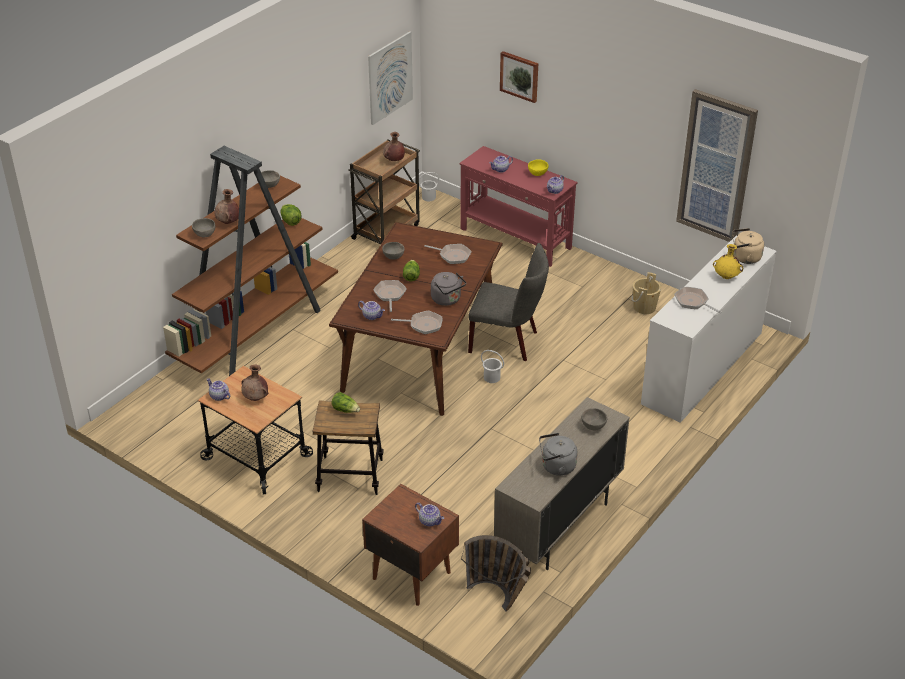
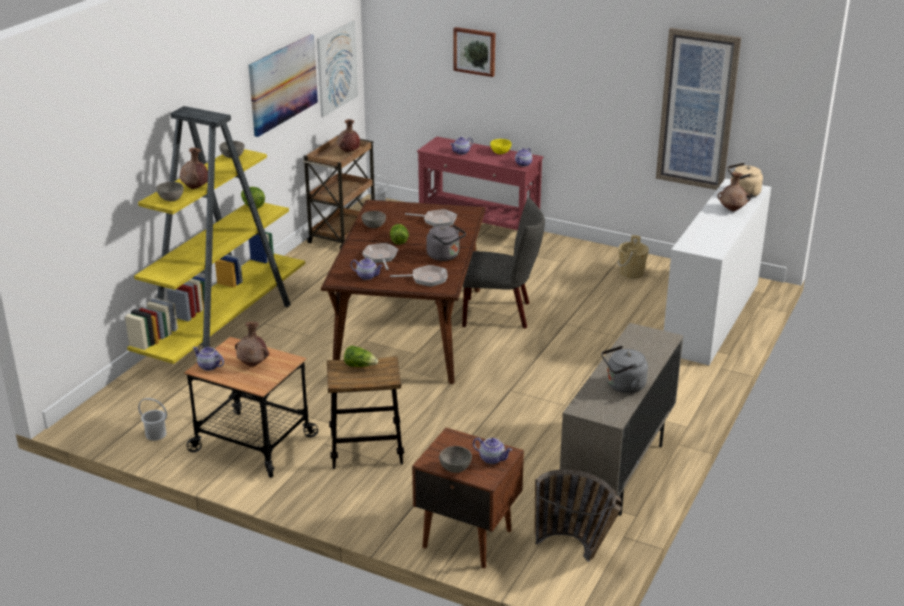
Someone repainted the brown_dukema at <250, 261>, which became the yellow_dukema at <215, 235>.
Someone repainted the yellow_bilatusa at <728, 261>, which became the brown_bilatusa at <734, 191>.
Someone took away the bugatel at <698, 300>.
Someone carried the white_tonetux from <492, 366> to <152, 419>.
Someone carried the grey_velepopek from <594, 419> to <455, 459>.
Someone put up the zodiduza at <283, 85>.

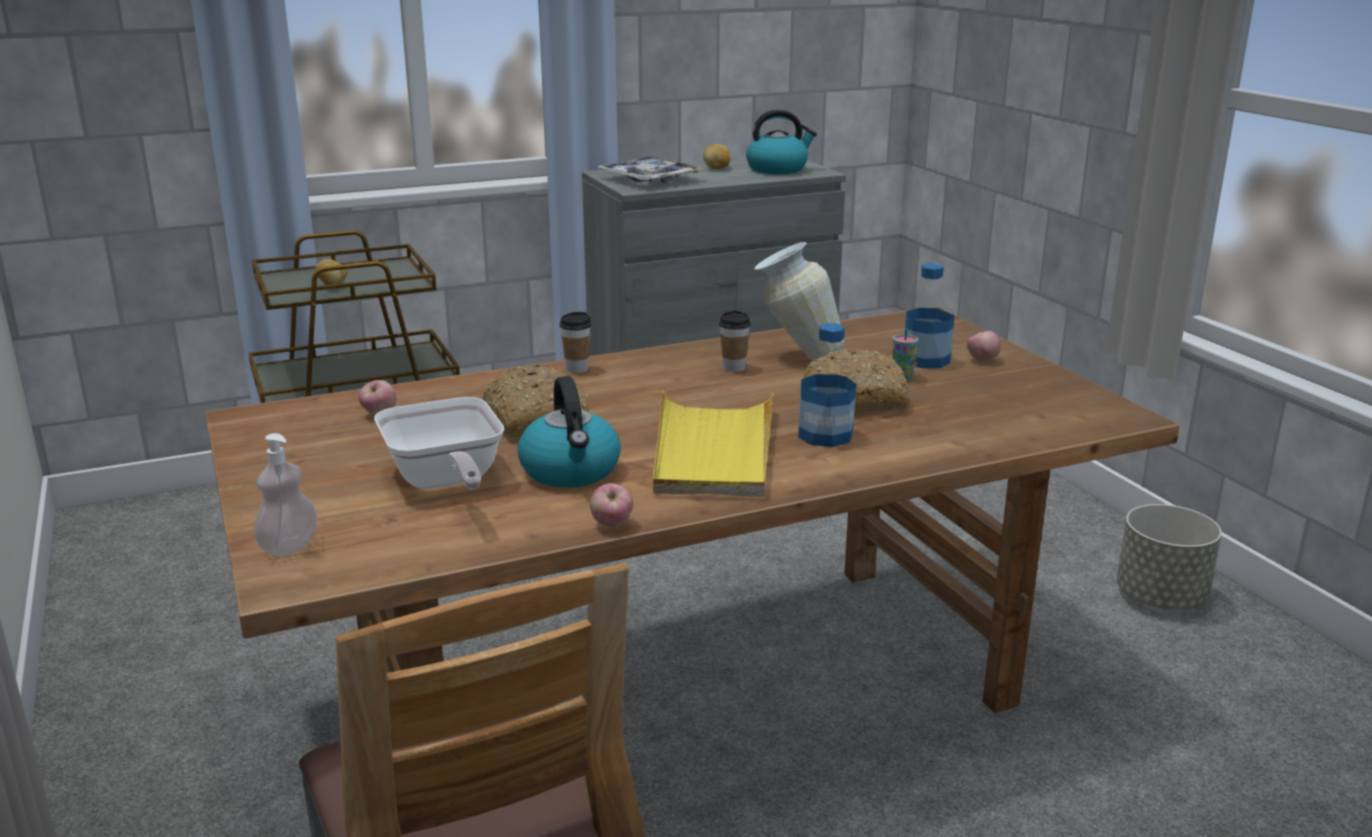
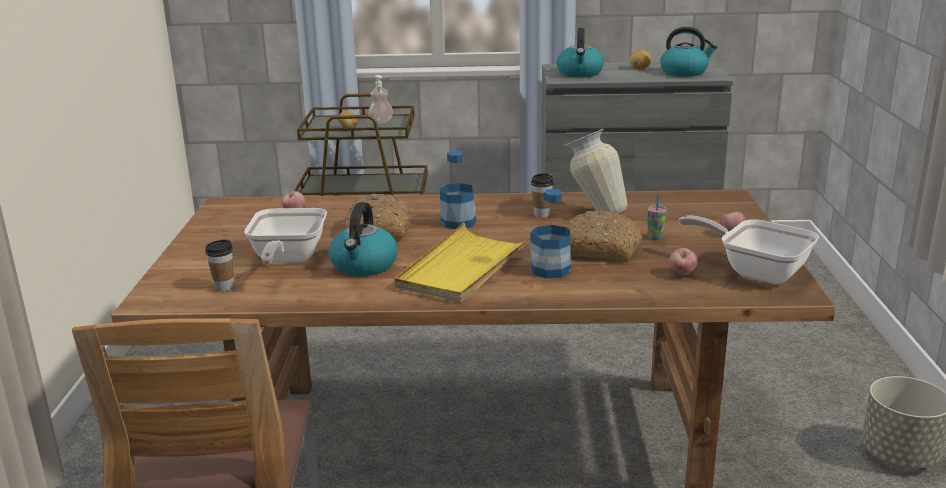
Someone swapped the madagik at <651, 169> for the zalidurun at <580, 52>.
Someone carried the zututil from <929, 315> to <458, 190>.
Someone carried the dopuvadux from <575, 342> to <219, 265>.
Someone carried the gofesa from <285, 494> to <380, 99>.
Someone carried the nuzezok from <611, 505> to <683, 261>.
Someone put down the bugatel at <749, 250>.

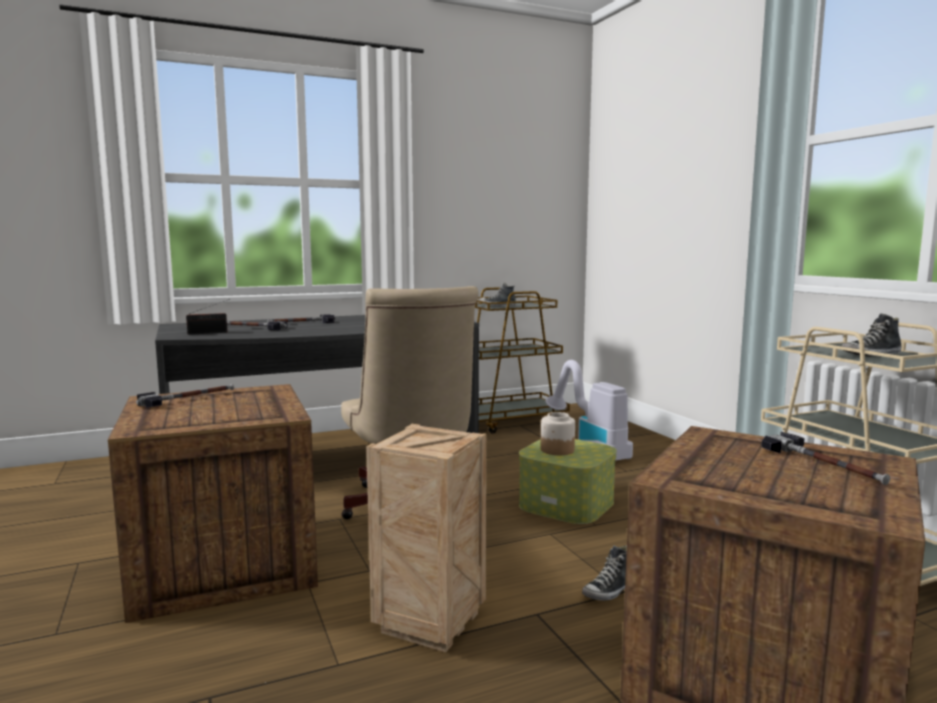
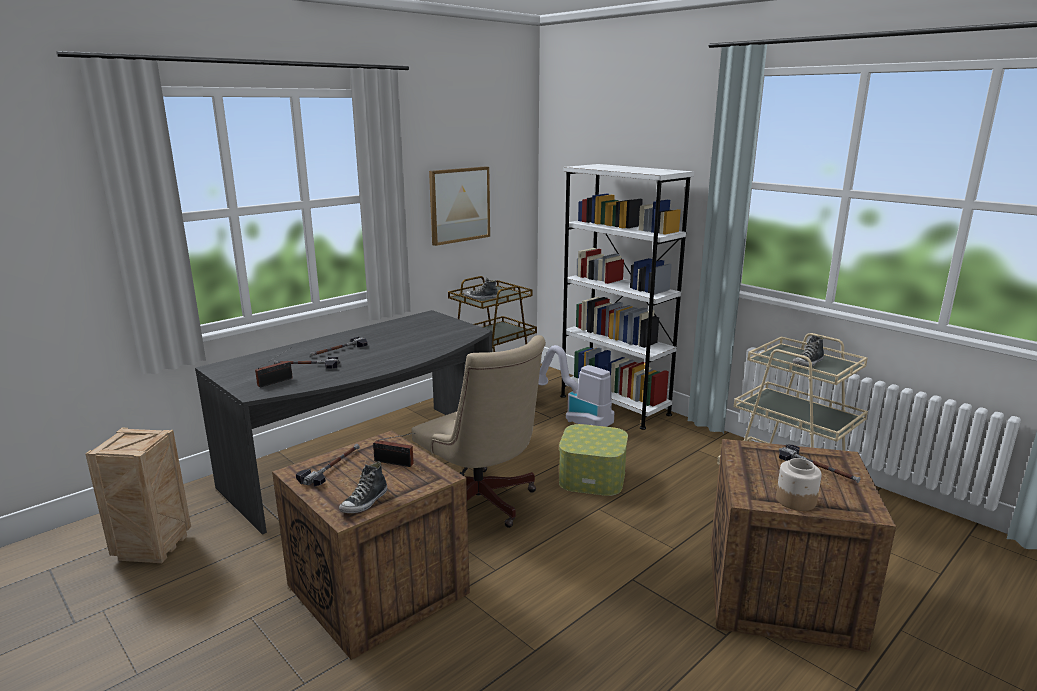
Someone carried the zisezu from <558, 433> to <799, 484>.
Someone carried the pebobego from <426, 538> to <138, 495>.
Someone carried the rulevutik from <604, 573> to <363, 487>.
Someone put down the white_dukema at <627, 297>.
Someone put up the zodiduza at <459, 206>.
Someone put down the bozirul at <394, 450>.

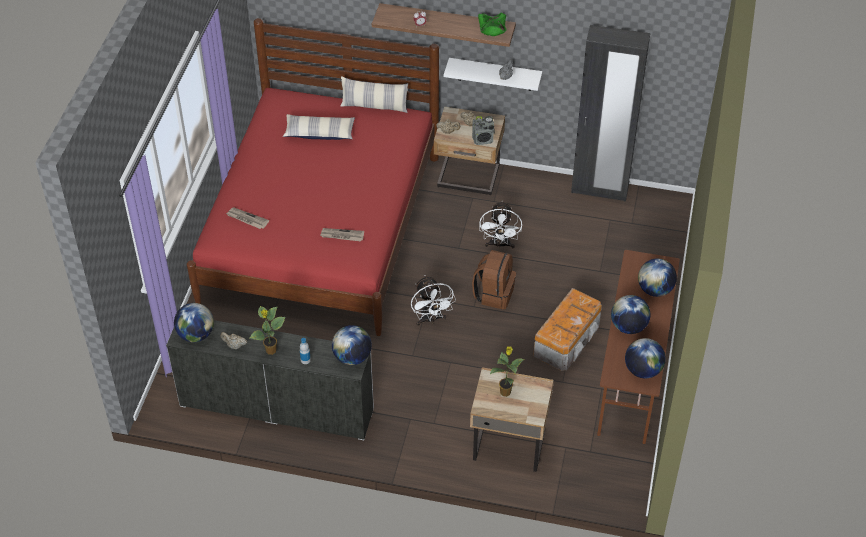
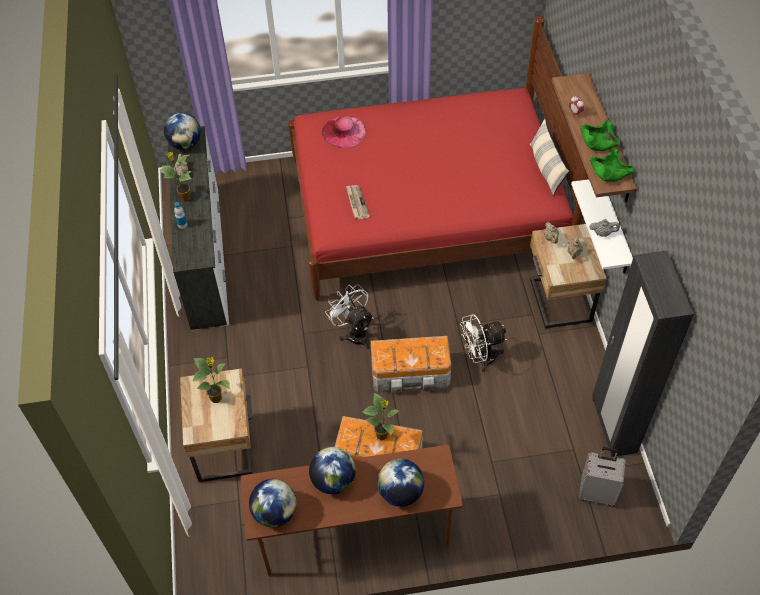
Someone took away the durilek at <319, 127>.
Someone took away the bozirul at <483, 130>.
Someone swapped the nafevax at <247, 218> for the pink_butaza at <344, 132>.
Someone swapped the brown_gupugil at <494, 280> for the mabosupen at <411, 364>.
Someone rotated the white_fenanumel at <433, 300> by 90 degrees clockwise.
Someone took away the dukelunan at <352, 345>.
Someone put down the green_velepopek at <600, 135>.
Someone put down the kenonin at <382, 416>.
Someone put down the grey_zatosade at <602, 477>.

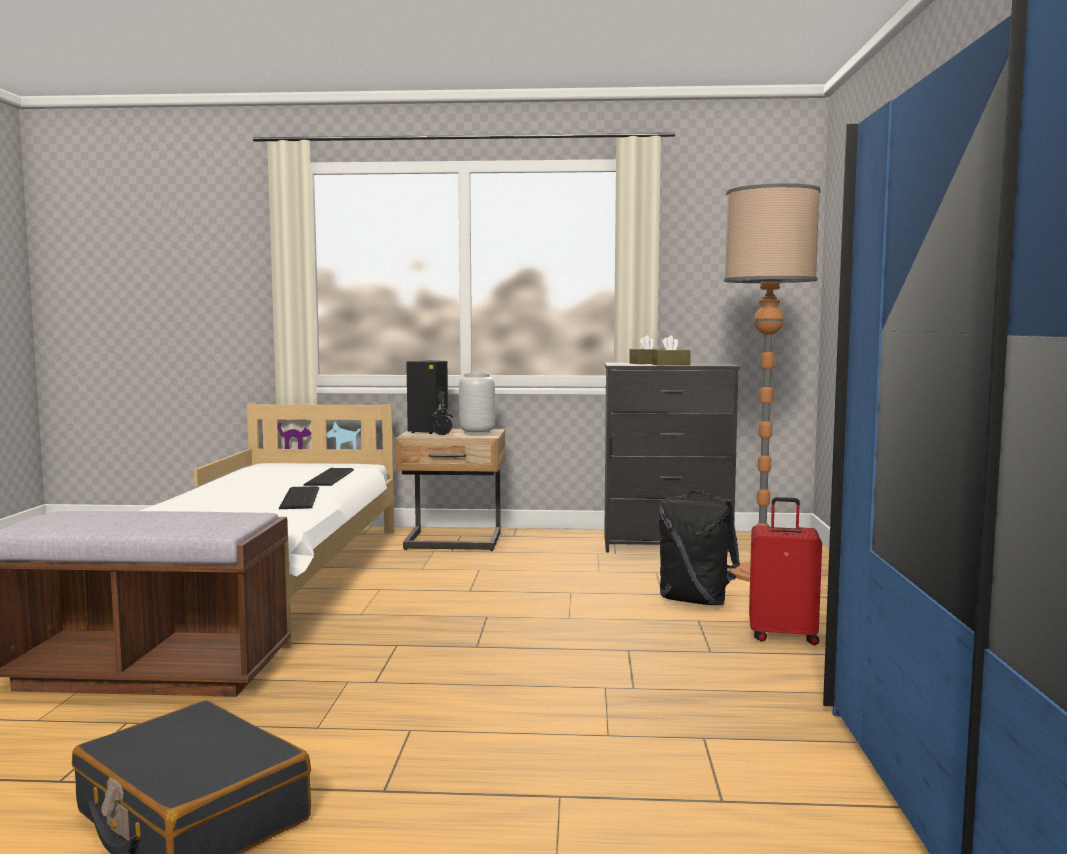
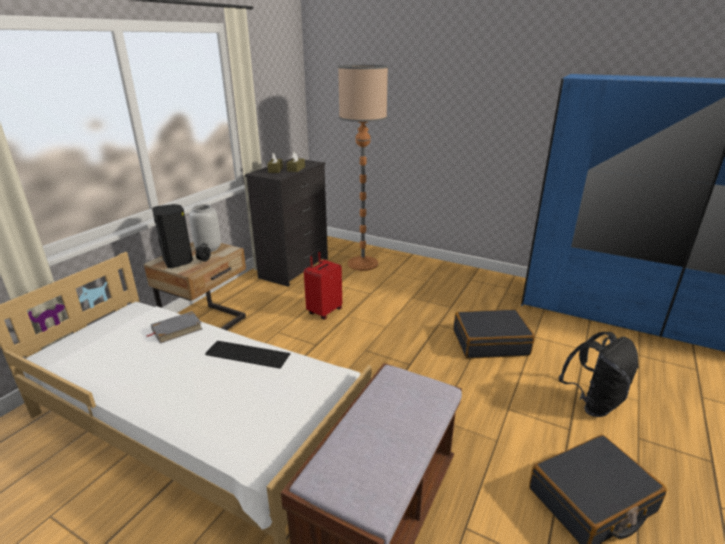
Someone swapped the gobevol at <328, 477> for the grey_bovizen at <174, 327>.
Someone carried the black_gupugil from <699, 548> to <599, 374>.
Someone carried the red_zatosade from <785, 571> to <323, 284>.
Someone put down the black_zatosade at <494, 334>.

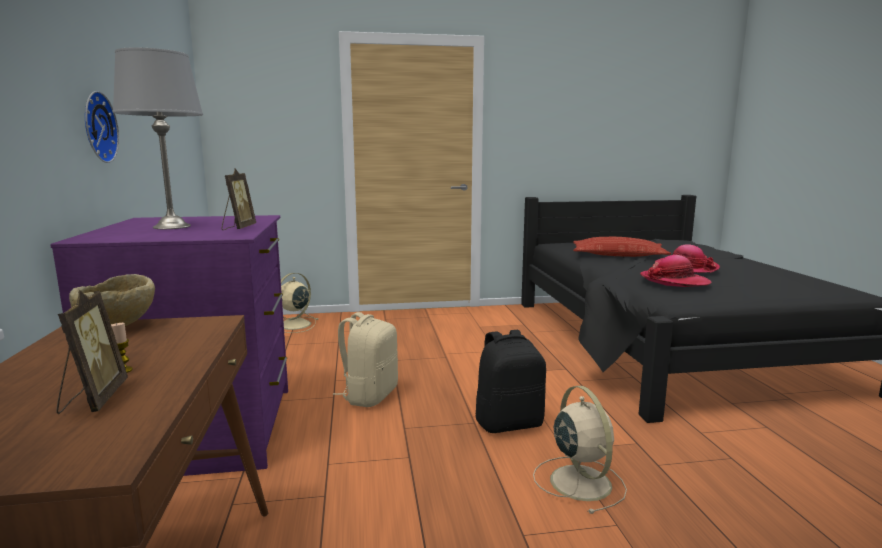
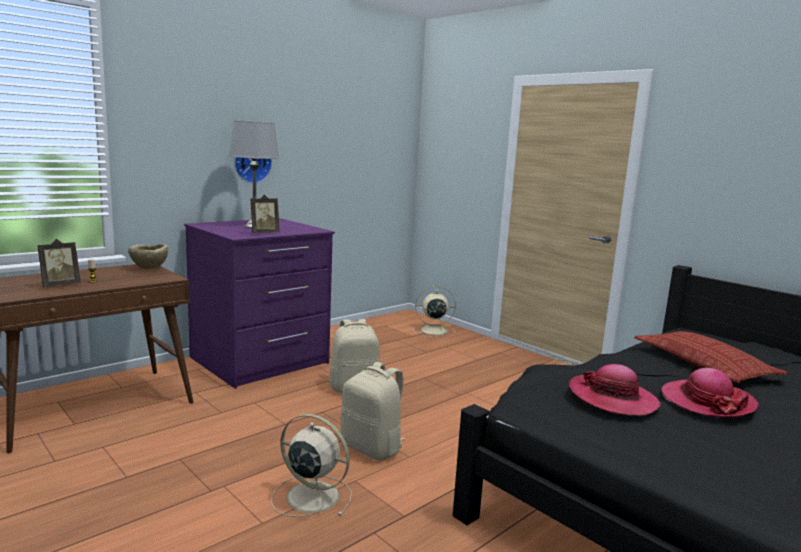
Someone repainted the black_gupugil at <510, 381>, which became the beige_gupugil at <372, 411>.
Someone rotated the beige_fenanumel at <580, 450> by 105 degrees counterclockwise.

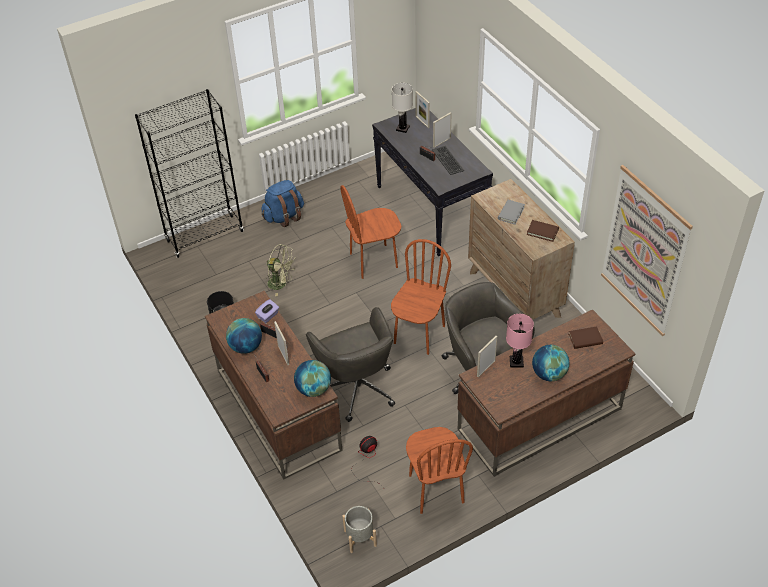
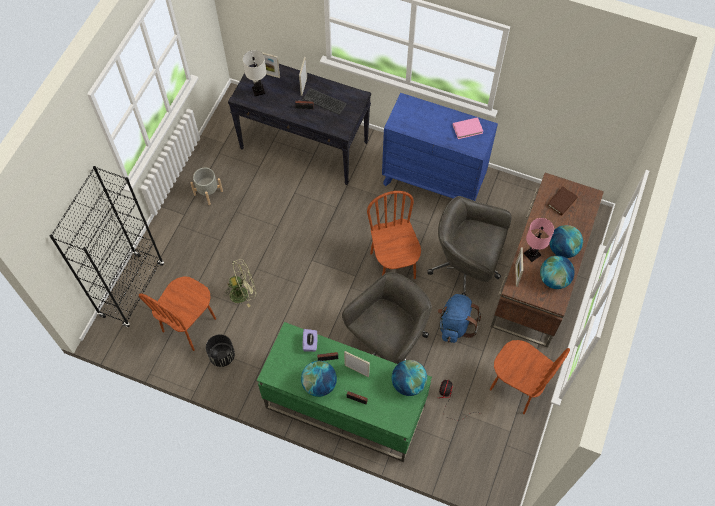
Someone took away the zodiduza at <647, 250>.
Someone repainted the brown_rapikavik at <521, 249>, which became the blue_rapikavik at <440, 147>.
Someone carried the blue_gupugil from <283, 203> to <459, 318>.
Someone carried the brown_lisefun from <370, 232> to <177, 314>.
Someone took away the grey_bovizen at <511, 212>.
Someone repainted the brown_bovizen at <543, 231>, which became the pink_bovizen at <468, 128>.
Someone repainted the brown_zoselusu at <274, 385>, which became the green_zoselusu at <344, 392>.
Someone rotated the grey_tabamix at <350, 364> by 75 degrees counterclockwise.
Someone carried the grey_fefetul from <360, 529> to <206, 186>.
Someone put down the dukelunan at <557, 272>.

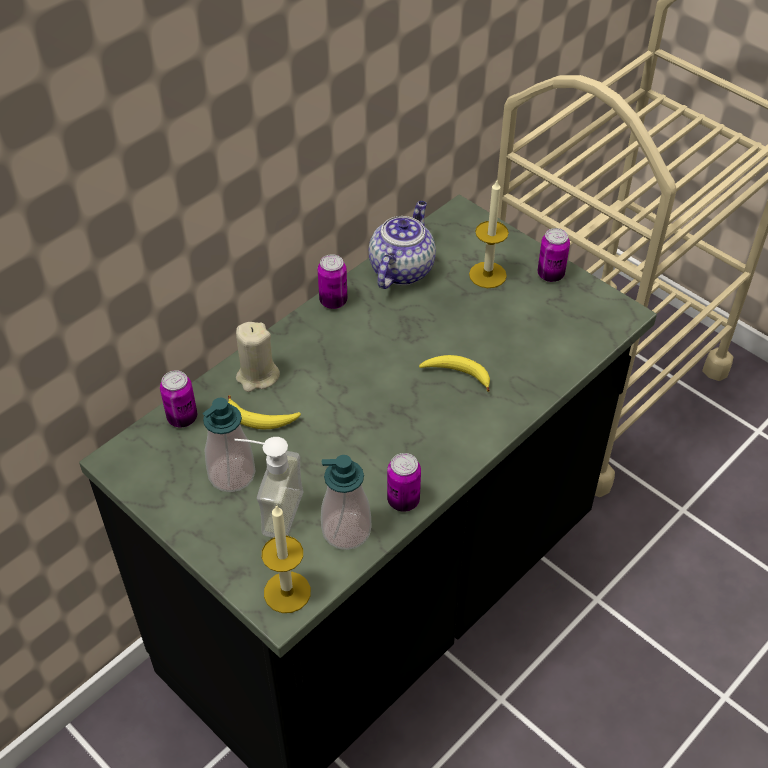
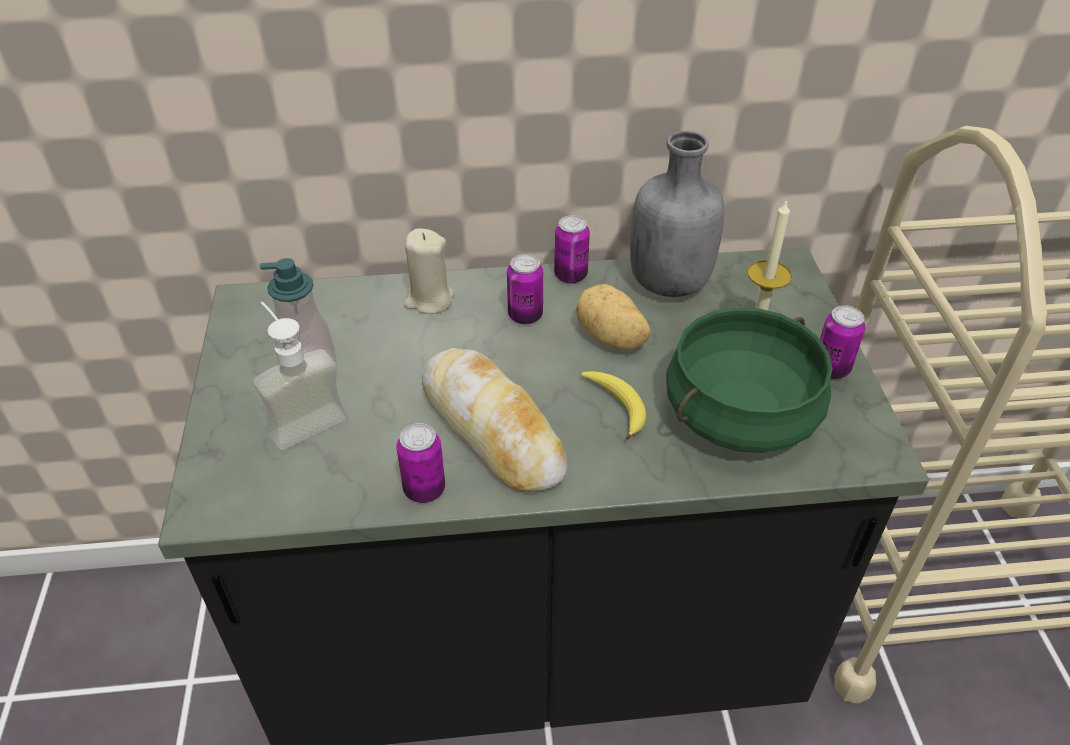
Someone swapped the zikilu at <402, 245> for the grey_zututil at <677, 214>.
Someone carried the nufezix from <178, 399> to <525, 289>.
Someone took away the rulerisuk at <264, 412>.
Someone took away the gofesa at <346, 502>.
Someone took away the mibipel at <286, 559>.
Someone put down the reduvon at <613, 317>.
Someone put down the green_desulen at <749, 380>.
Someone put down the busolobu at <495, 420>.

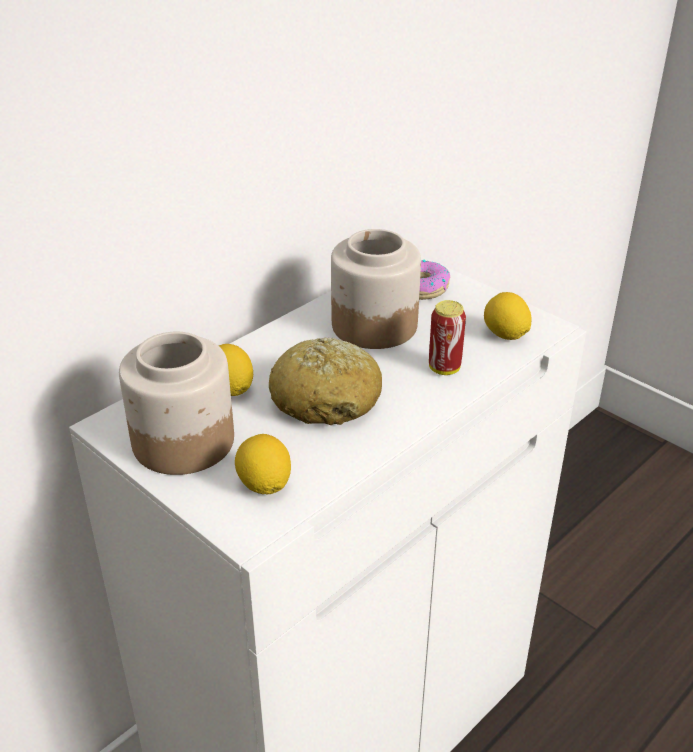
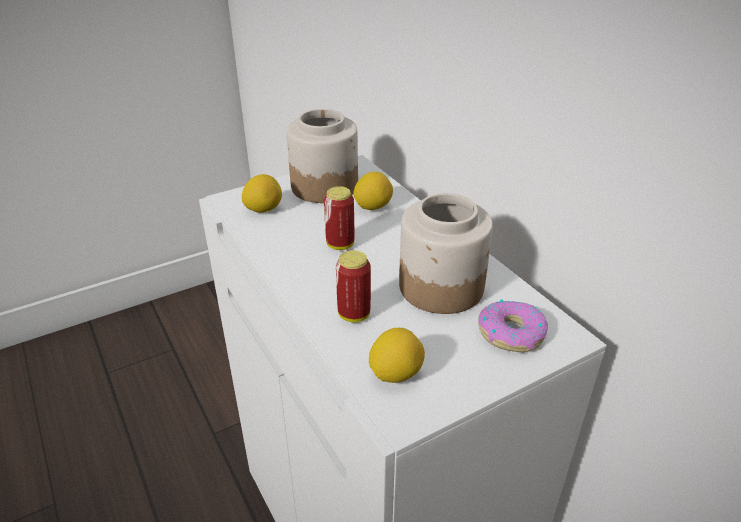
Someone swapped the busolobu at <325, 381> for the nufezix at <339, 218>.

